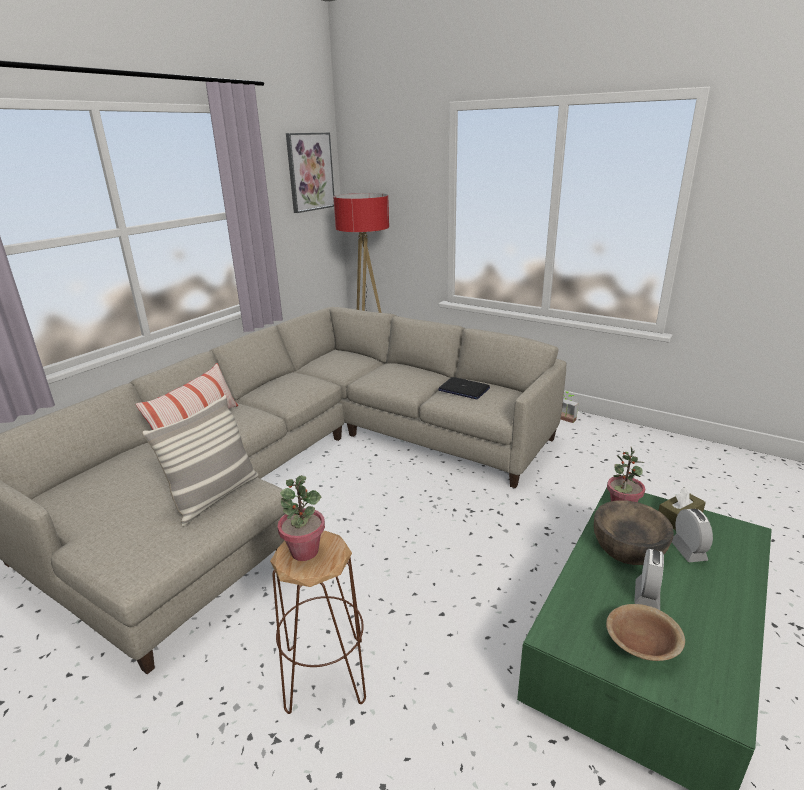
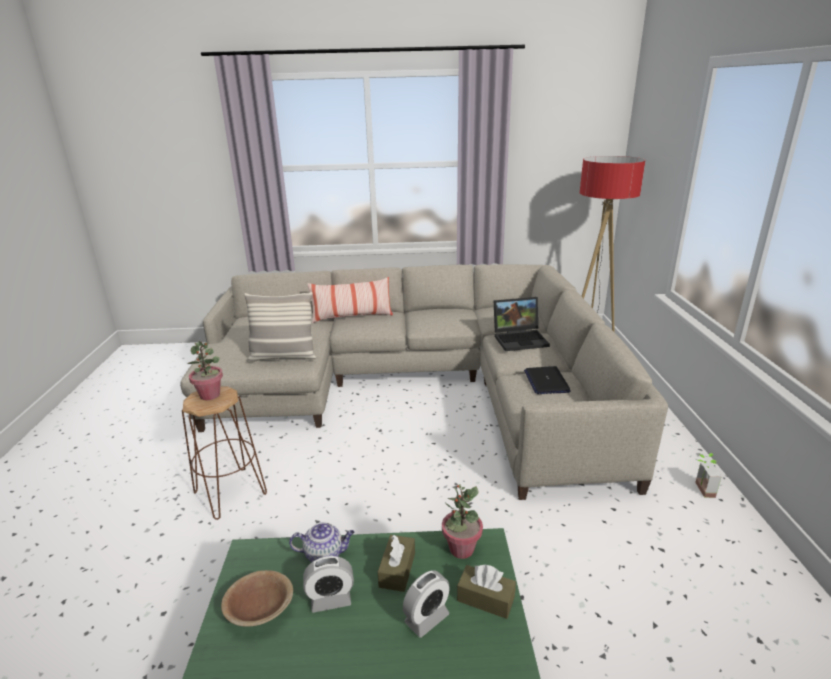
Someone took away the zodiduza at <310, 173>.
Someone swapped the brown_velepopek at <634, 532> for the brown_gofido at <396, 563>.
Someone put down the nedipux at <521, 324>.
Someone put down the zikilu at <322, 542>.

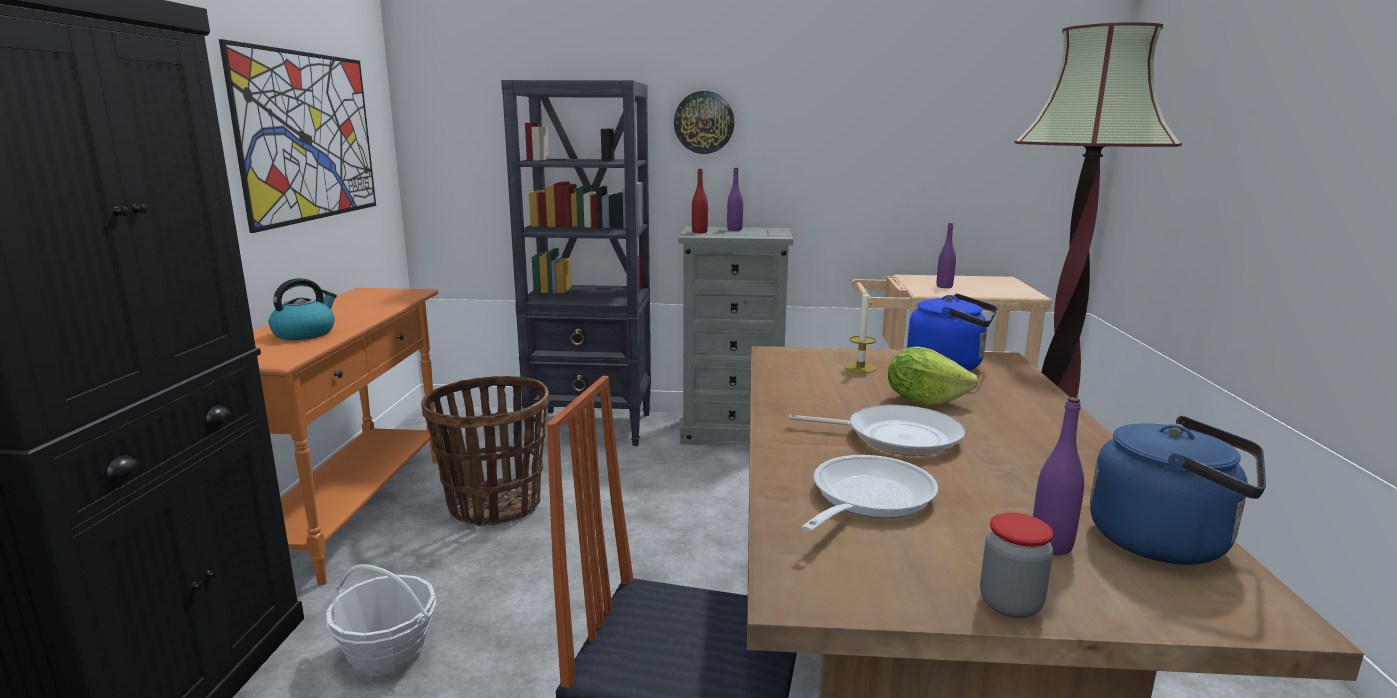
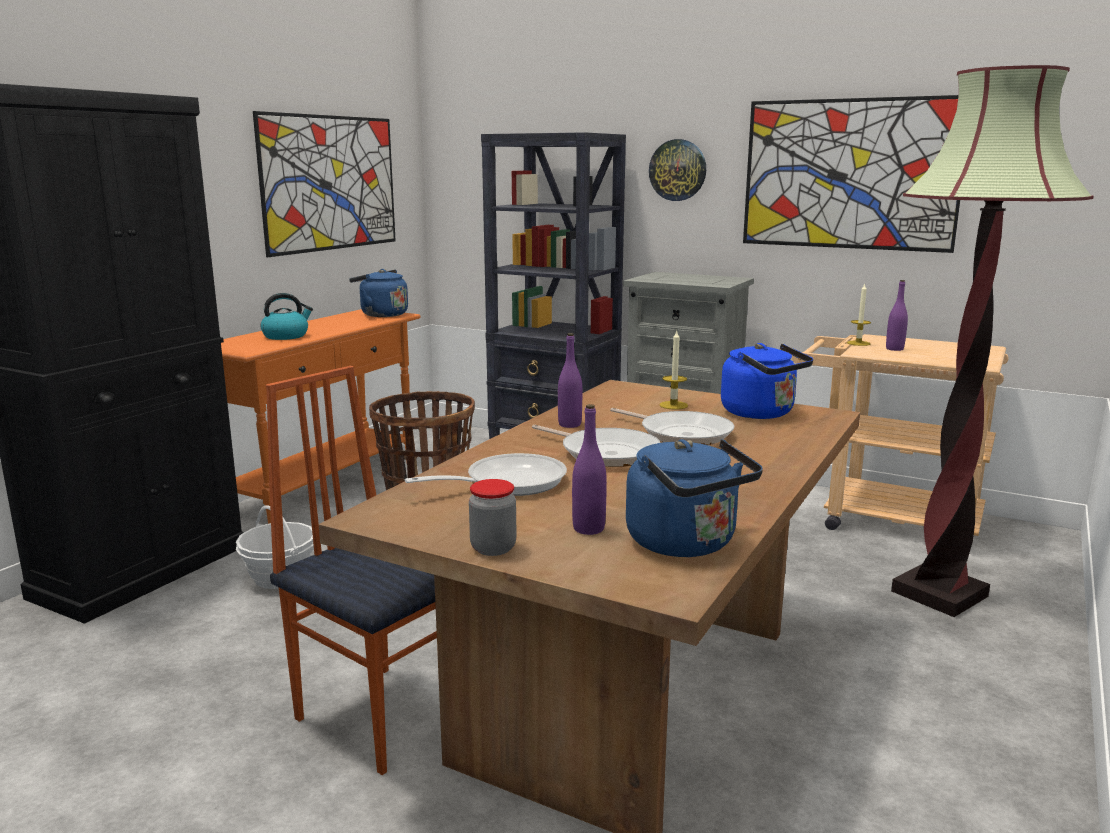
Someone carried the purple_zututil from <735, 199> to <570, 380>.
Someone took away the red_zututil at <700, 201>.
Someone swapped the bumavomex at <933, 375> for the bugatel at <672, 426>.
Someone put up the zodiduza at <851, 174>.
Someone put down the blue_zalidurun at <378, 293>.
Someone put down the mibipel at <859, 315>.

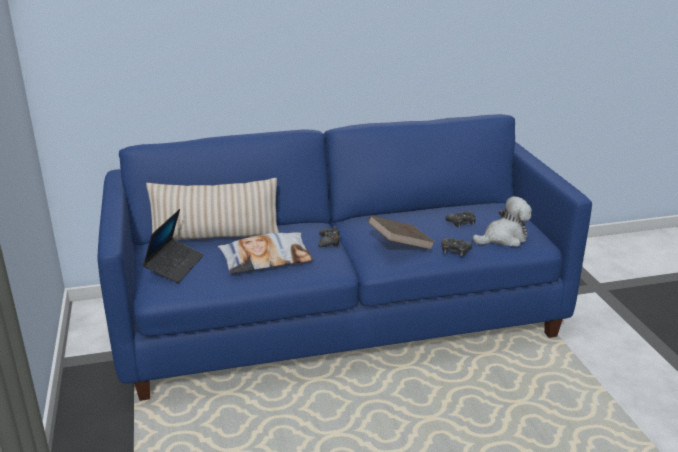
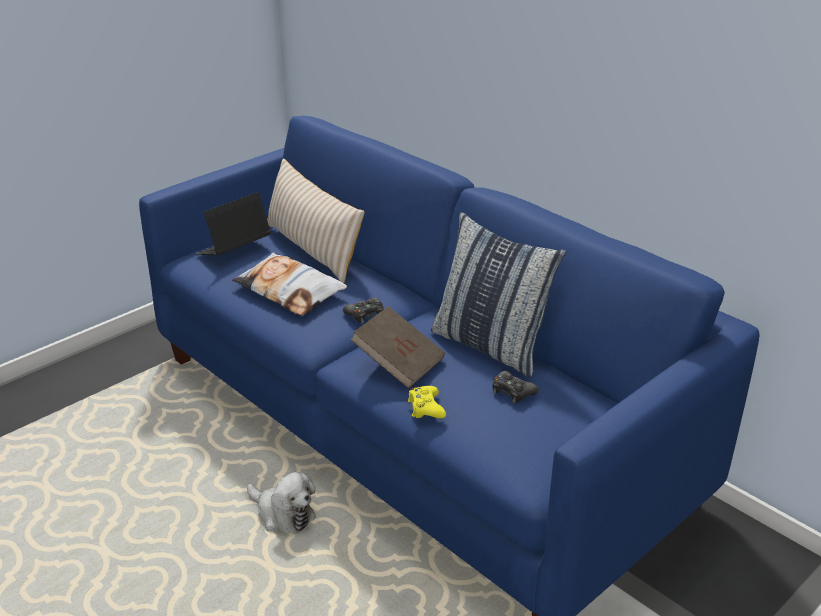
Someone carried the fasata from <502, 221> to <281, 502>.
Someone rotated the nedipux at <173, 246> by 150 degrees clockwise.
Someone repainted the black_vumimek at <457, 247>, which became the yellow_vumimek at <427, 402>.
Someone put down the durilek at <498, 294>.

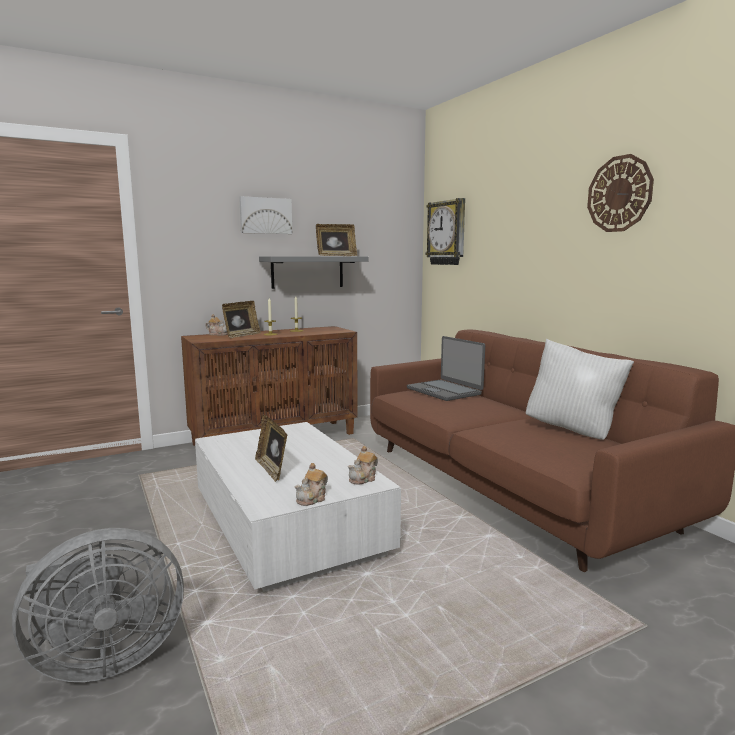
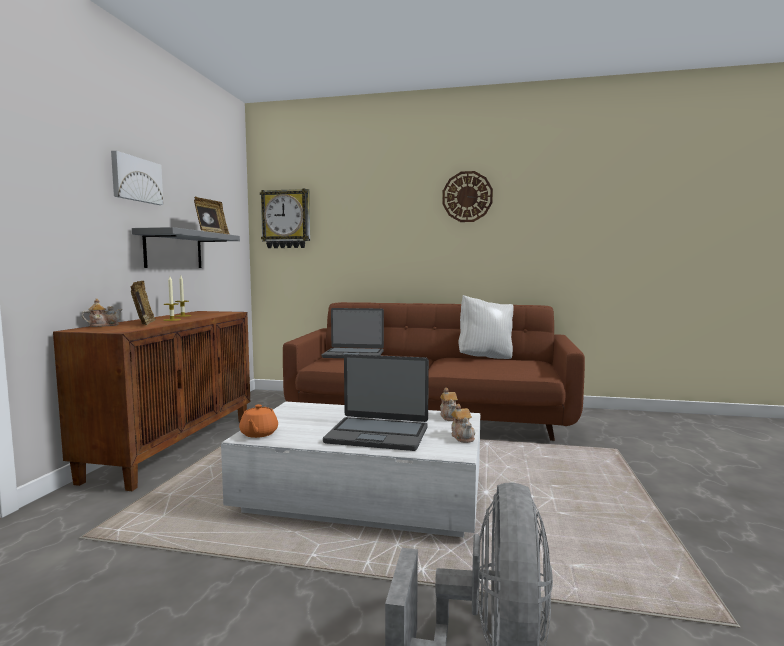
Someone swapped the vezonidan at <271, 448> for the nedipux at <376, 402>.
Someone put down the orange_zikilu at <258, 421>.

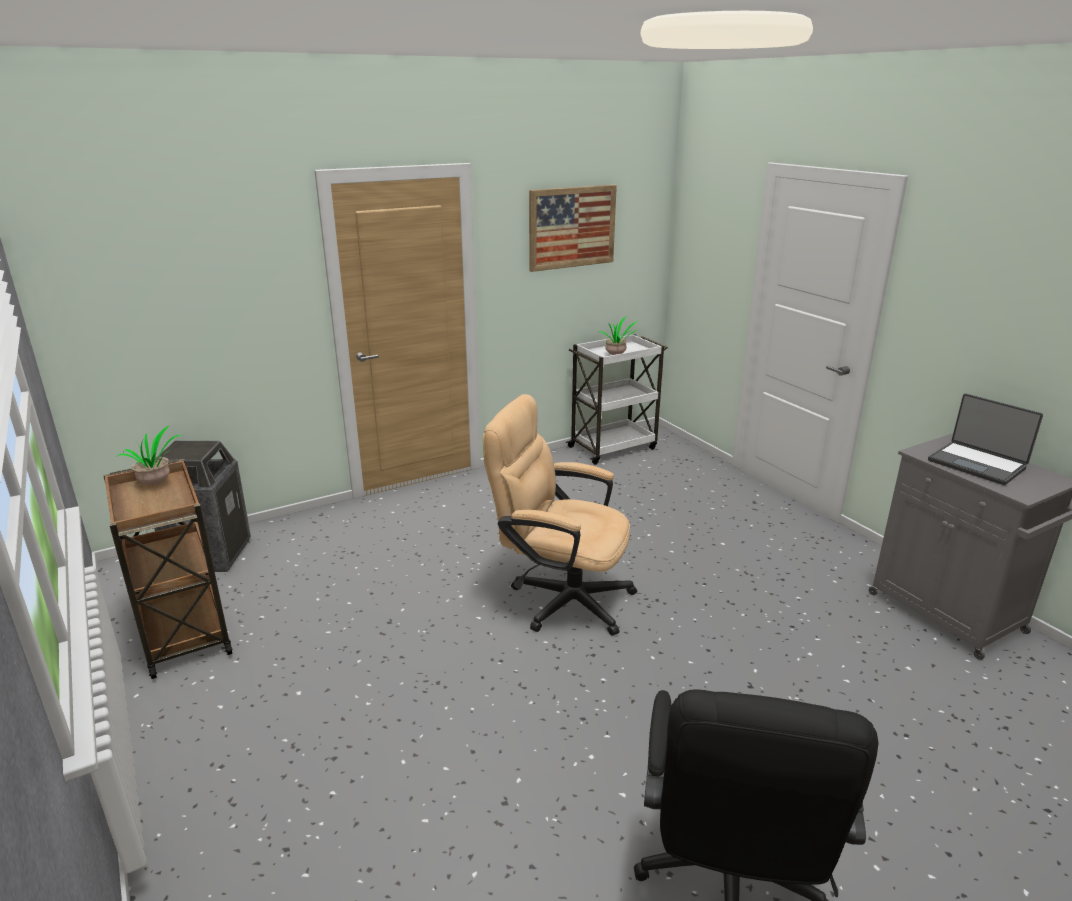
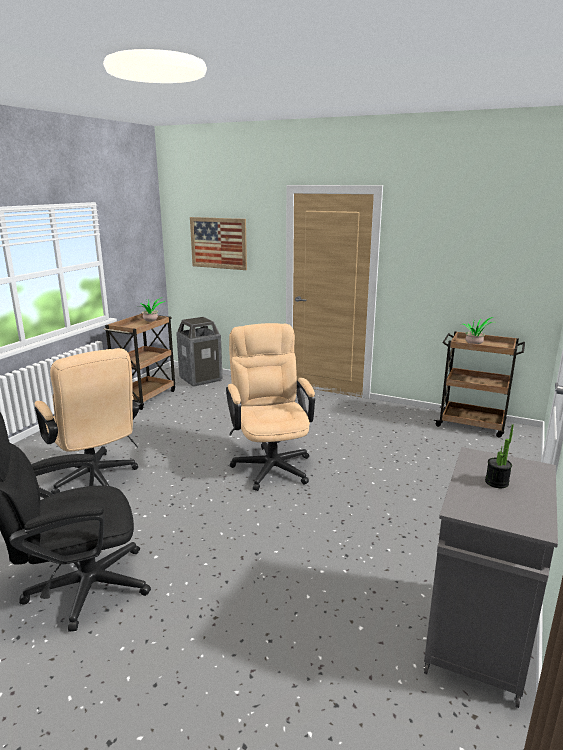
Someone carried the zodiduza from <573, 228> to <218, 243>.
Someone repainted the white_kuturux at <617, 399>, which became the brown_kuturux at <479, 384>.
Someone swapped the nedipux at <985, 439> for the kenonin at <499, 456>.
Someone put down the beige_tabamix at <87, 421>.

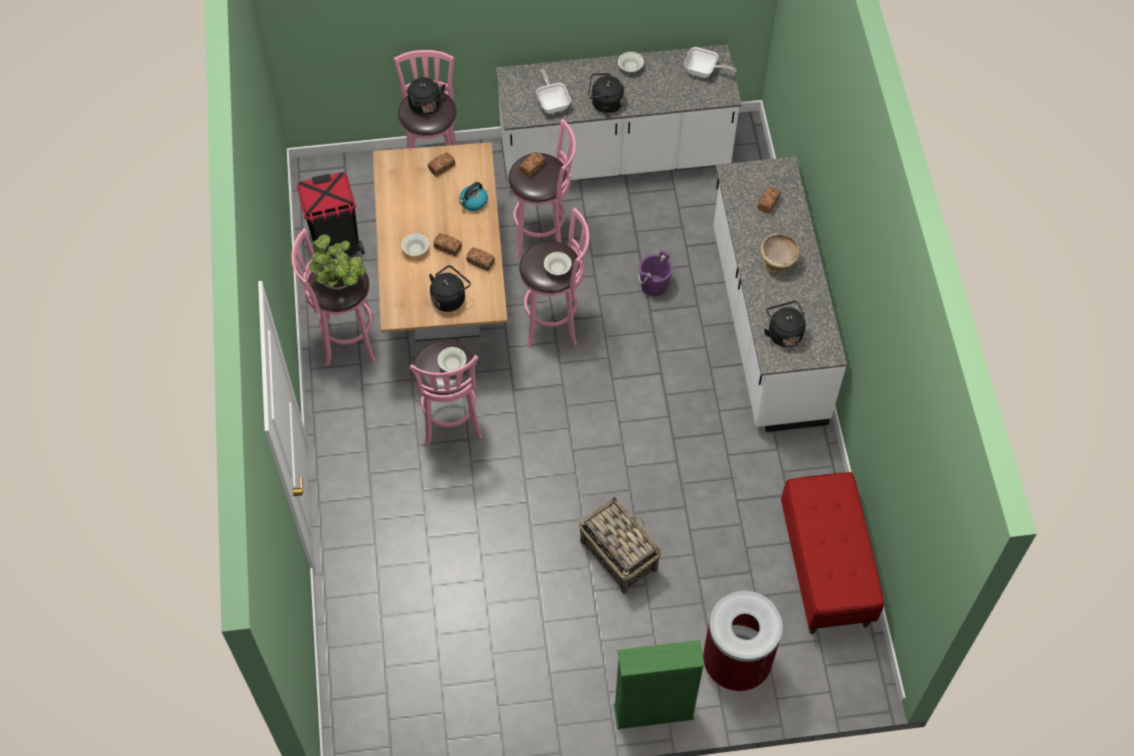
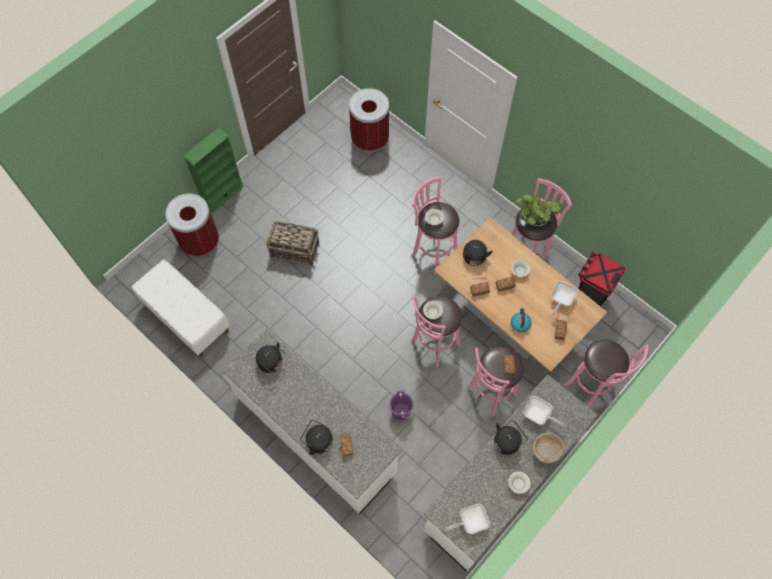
Someone carried the black_zalidurun from <426, 96> to <316, 437>.
Someone carried the beige_velepopek from <780, 253> to <548, 448>.
Someone repainted the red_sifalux at <832, 553>, which became the white_sifalux at <181, 308>.
Someone put down the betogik at <369, 120>.
Someone put down the bugatel at <564, 298>.

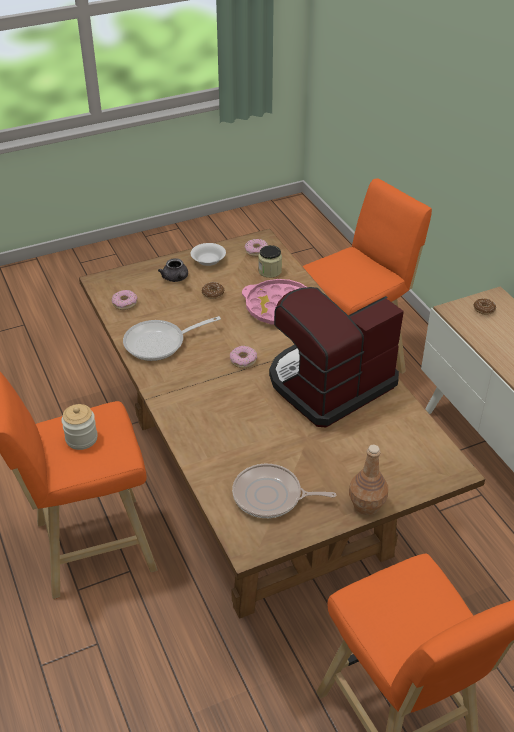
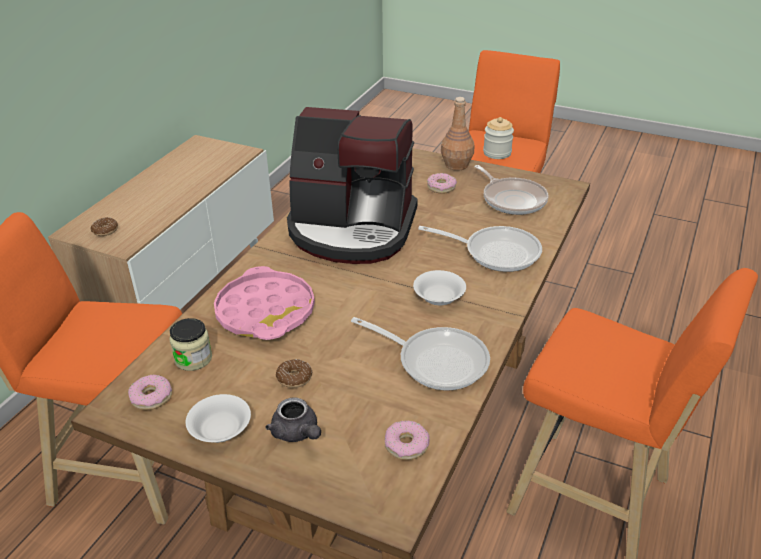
Someone rotated the grey_zikilu at <173, 270> by 120 degrees clockwise.
Someone carried the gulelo from <243, 357> to <442, 183>.
Someone carried the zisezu from <79, 427> to <498, 138>.
Someone put down the bugatel at <480, 249>.
Someone put down the white_velepopek at <439, 287>.

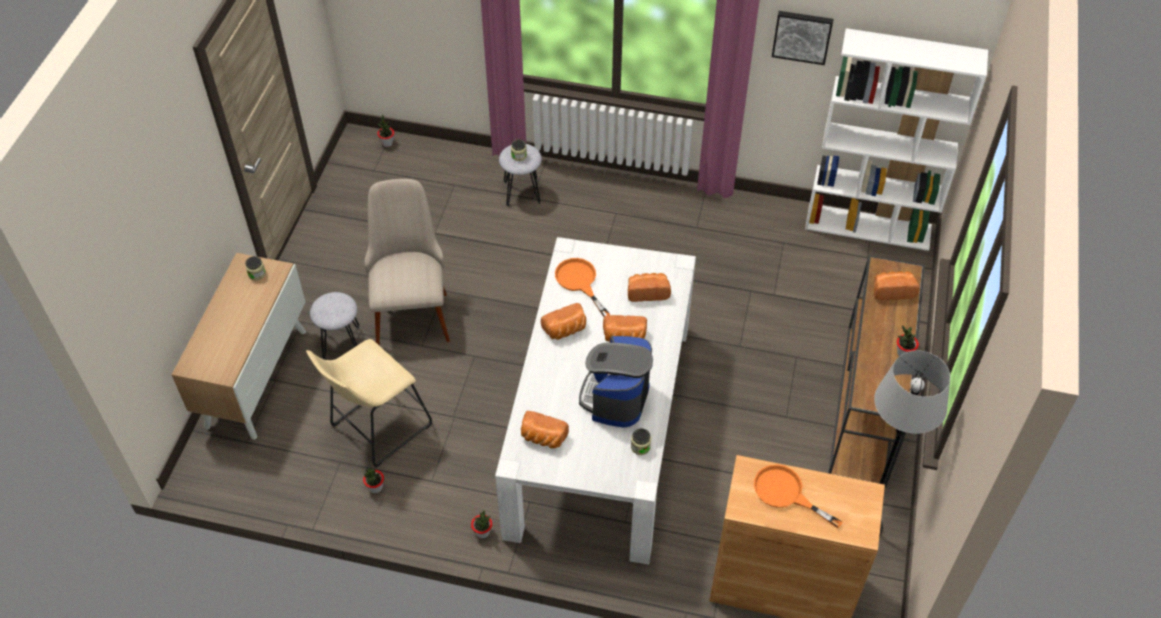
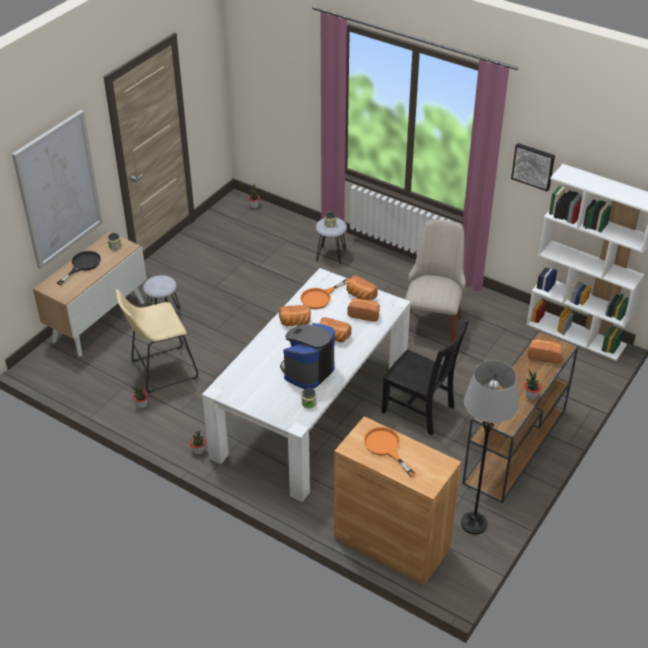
Someone carried the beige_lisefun from <407, 262> to <435, 281>.
Someone rotated the orange_bugatel at <582, 287> by 120 degrees counterclockwise.
Someone carried the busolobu from <545, 429> to <362, 287>.
Someone put up the zodiduza at <57, 189>.
Someone put down the black_bugatel at <79, 268>.
Someone put down the black_lisefun at <425, 378>.

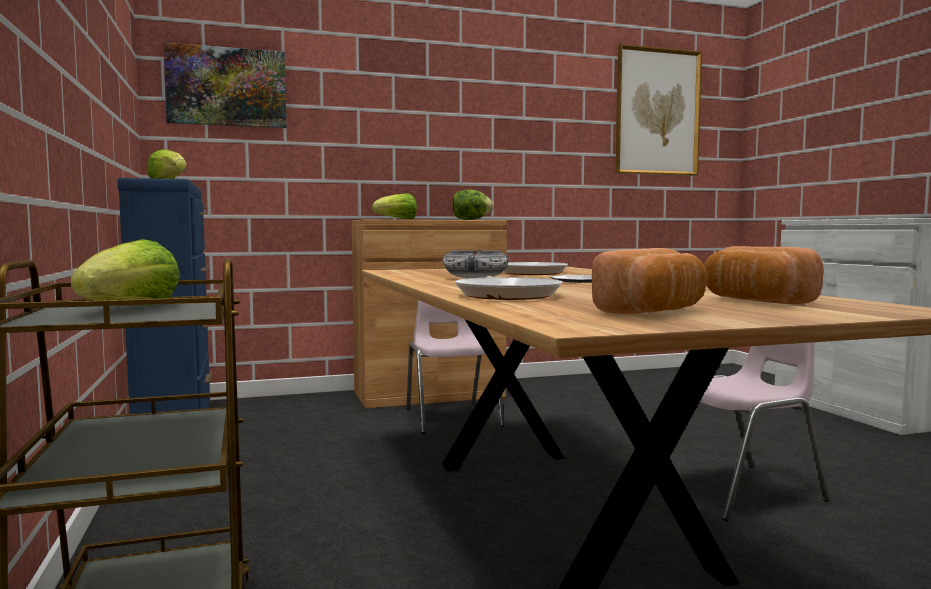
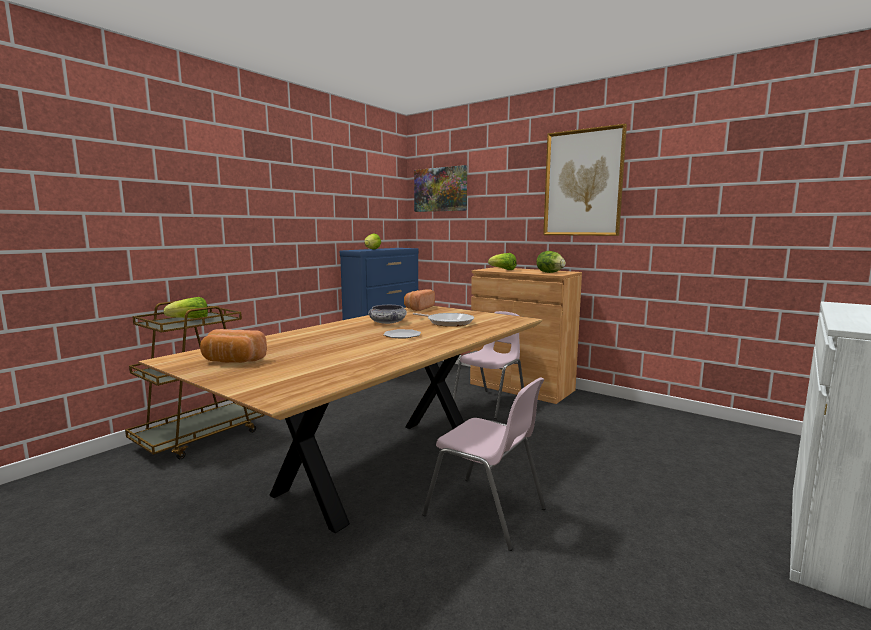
Someone carried the zodiduza from <658, 110> to <585, 180>.
Someone carried the busolobu from <764, 275> to <419, 300>.
Someone took away the bugatel at <508, 288>.

